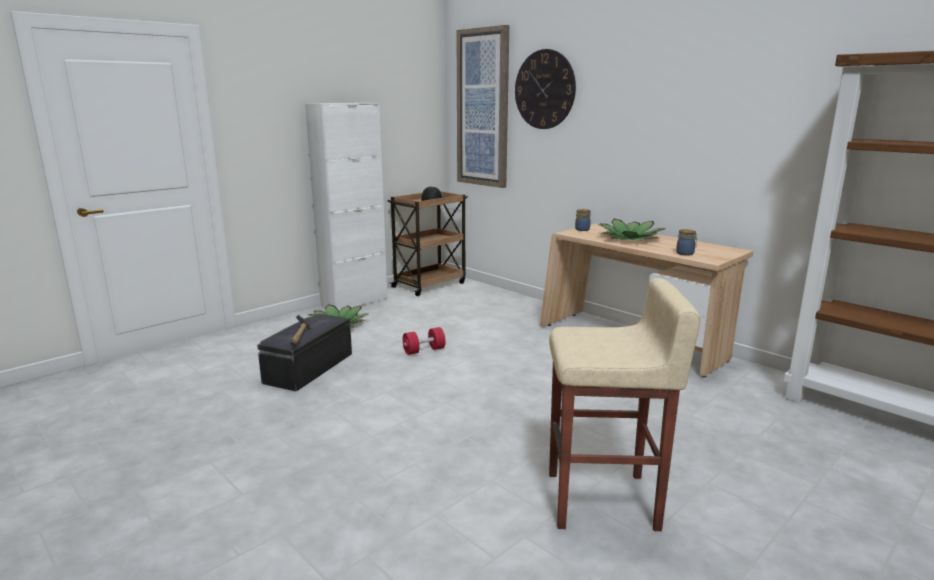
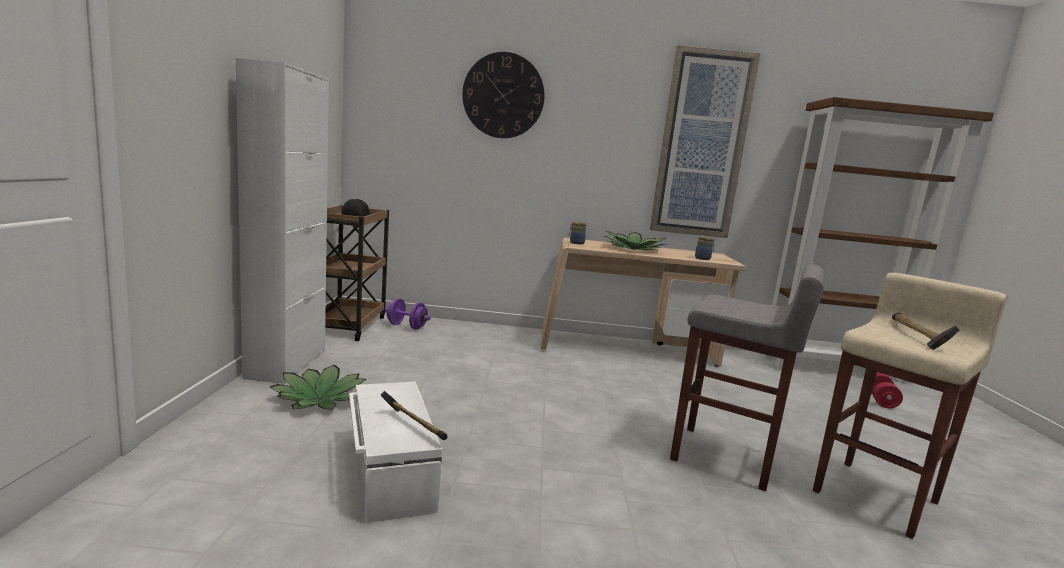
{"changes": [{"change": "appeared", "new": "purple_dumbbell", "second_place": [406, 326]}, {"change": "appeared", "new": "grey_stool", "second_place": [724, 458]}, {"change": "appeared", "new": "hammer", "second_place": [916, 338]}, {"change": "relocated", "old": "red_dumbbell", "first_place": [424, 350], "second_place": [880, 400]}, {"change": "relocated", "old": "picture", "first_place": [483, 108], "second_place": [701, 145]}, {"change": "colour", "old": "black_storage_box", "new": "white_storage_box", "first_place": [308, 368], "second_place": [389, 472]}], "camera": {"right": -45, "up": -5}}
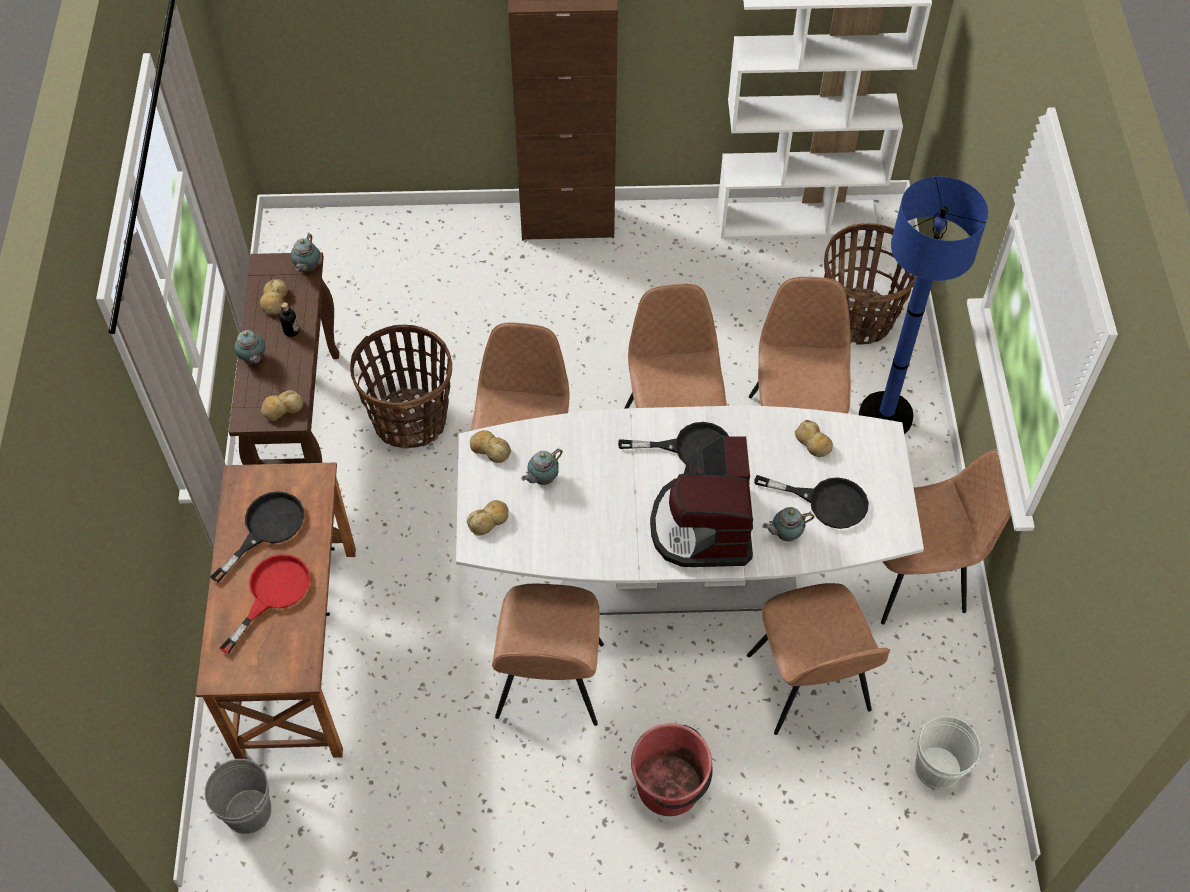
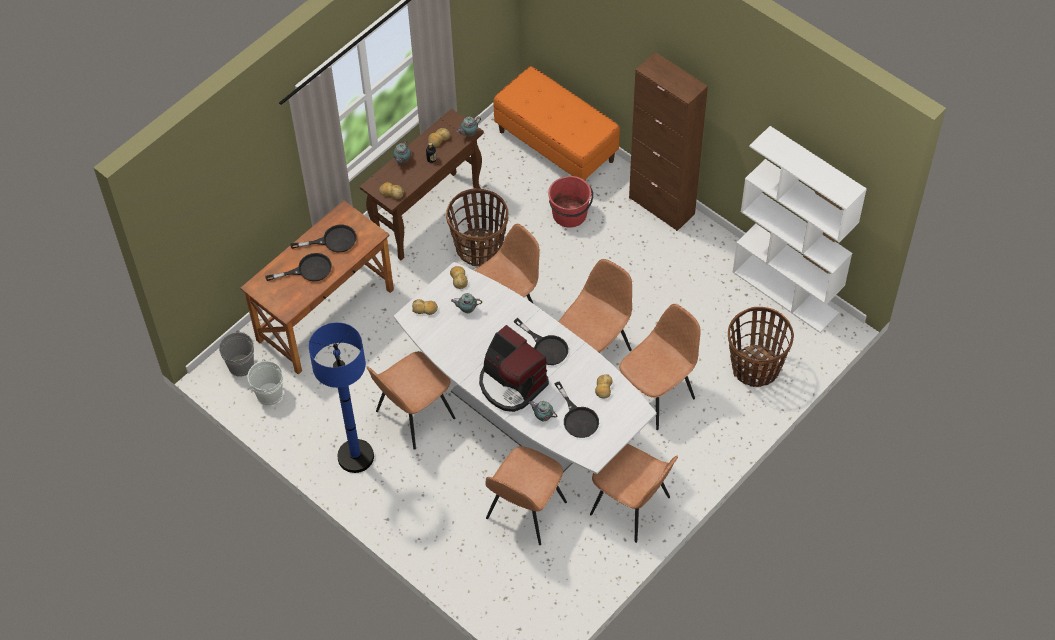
{"changes": [{"change": "appeared", "new": "orange_bench", "second_place": [556, 146]}, {"change": "relocated", "old": "red_bucket", "first_place": [670, 786], "second_place": [570, 214]}, {"change": "relocated", "old": "blue_floor_lamp", "first_place": [885, 416], "second_place": [355, 456]}, {"change": "relocated", "old": "white_bucket", "first_place": [937, 768], "second_place": [269, 394]}, {"change": "colour", "old": "red_frying_pan", "new": "black_frying_pan", "first_place": [273, 593], "second_place": [308, 270]}, {"change": "spun", "old": "coffee_machine", "first_place": [702, 526], "second_place": [511, 384], "degrees": -90}], "camera": {"right": 45, "up": 0}}
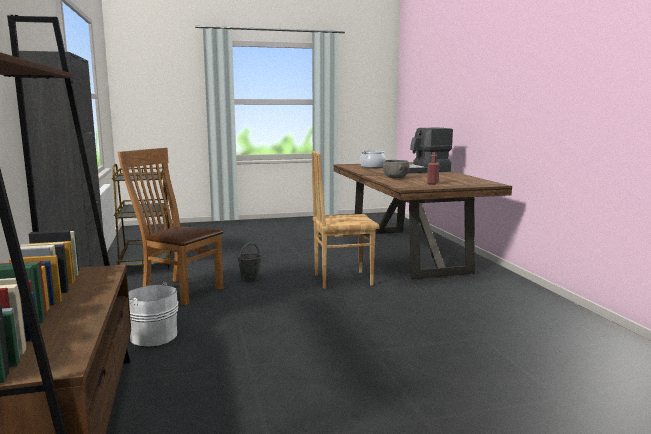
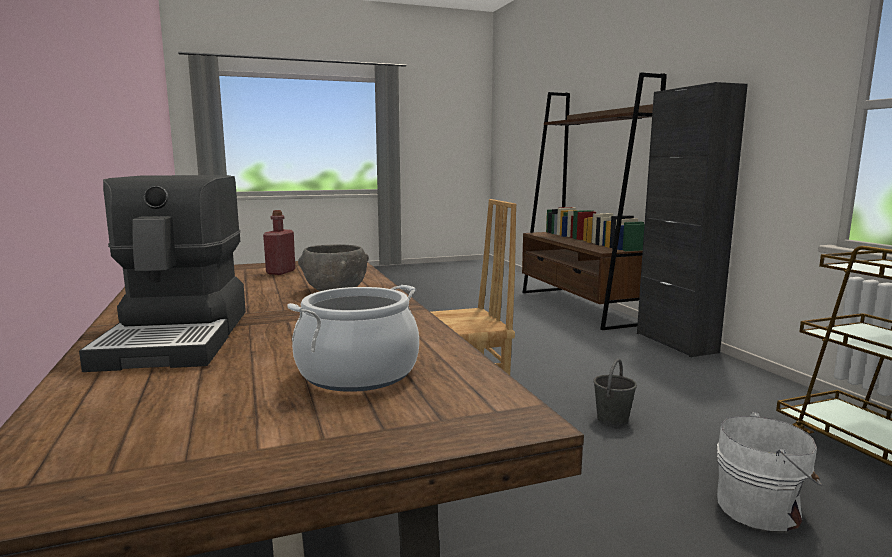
{"changes": [{"change": "missing", "old": "brown_chair", "first_place": [178, 290]}, {"change": "relocated", "old": "white_bucket", "first_place": [152, 336], "second_place": [762, 508]}, {"change": "spun", "old": "coffee_machine", "first_place": [424, 170], "second_place": [180, 337], "degrees": 105}], "camera": {"right": 175, "up": 0}}
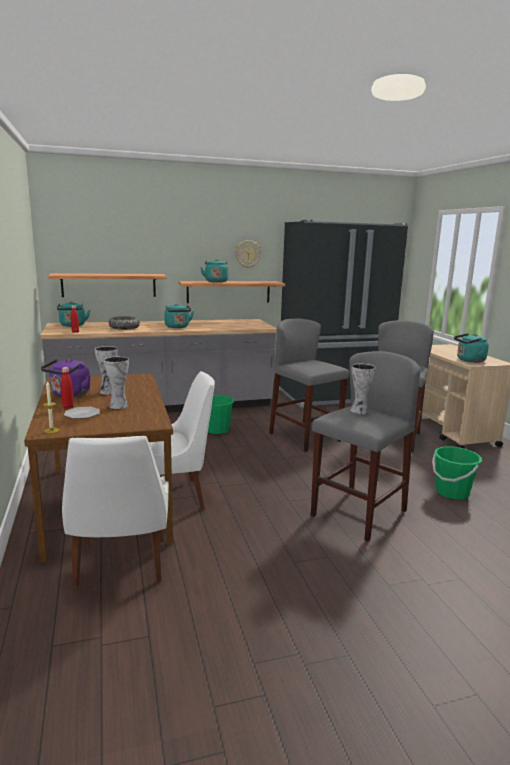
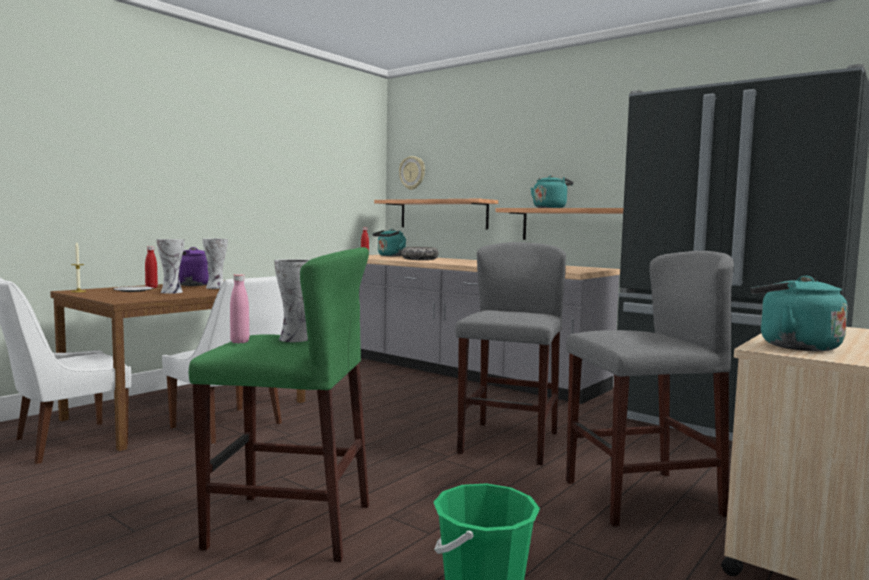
{"changes": [{"change": "missing", "old": "turquoise_kettle", "first_place": [177, 327]}, {"change": "missing", "old": "green_bucket", "first_place": [217, 429]}, {"change": "appeared", "new": "pink_bottle", "second_place": [239, 342]}, {"change": "relocated", "old": "wall_clock", "first_place": [247, 254], "second_place": [412, 173]}, {"change": "colour", "old": "grey_stool", "new": "green_stool", "first_place": [358, 513], "second_place": [289, 526]}], "camera": {"right": 55, "up": -10}}
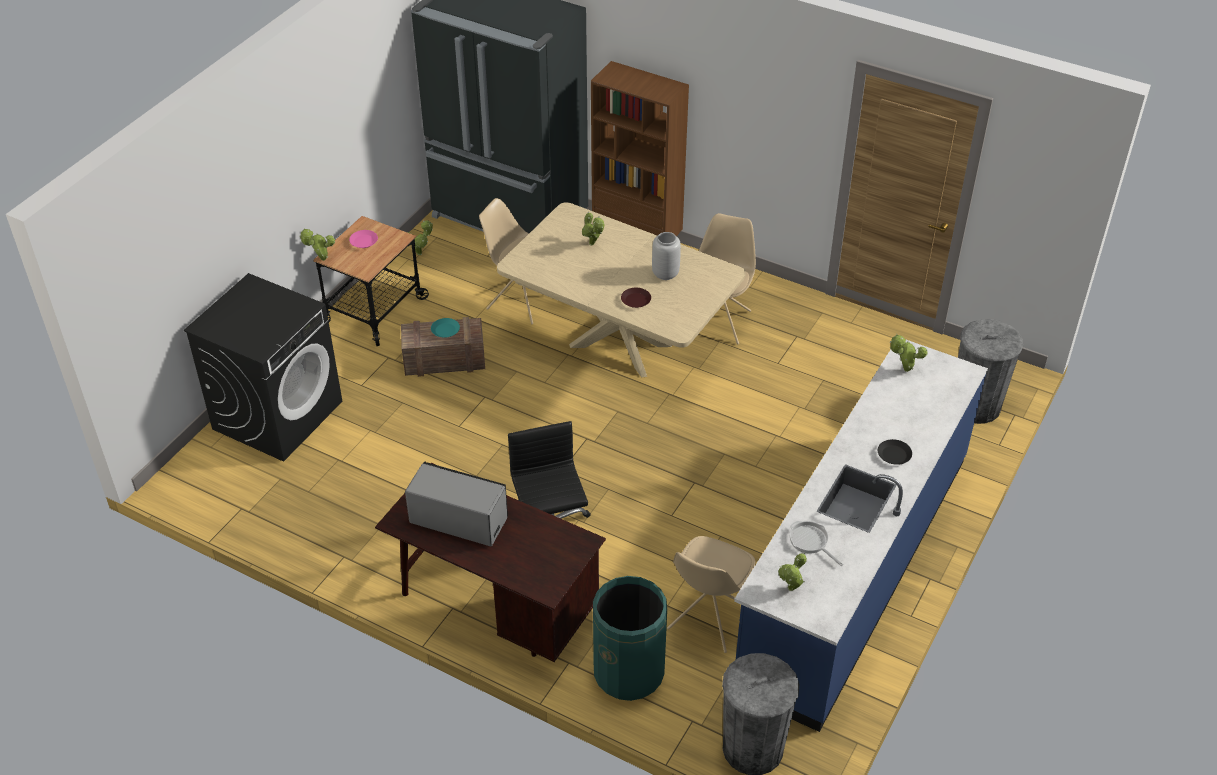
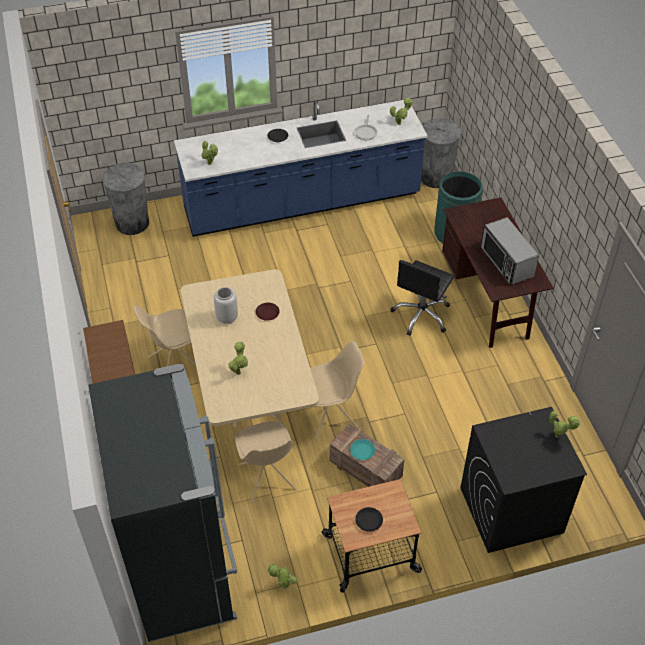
{"changes": [{"change": "relocated", "old": "potted_plant", "first_place": [321, 259], "second_place": [559, 436]}, {"change": "relocated", "old": "beige_chair", "first_place": [708, 619], "second_place": [331, 416]}, {"change": "colour", "old": "pink_plate", "new": "black_plate", "first_place": [363, 241], "second_place": [369, 521]}], "camera": {"right": -135, "up": 5}}
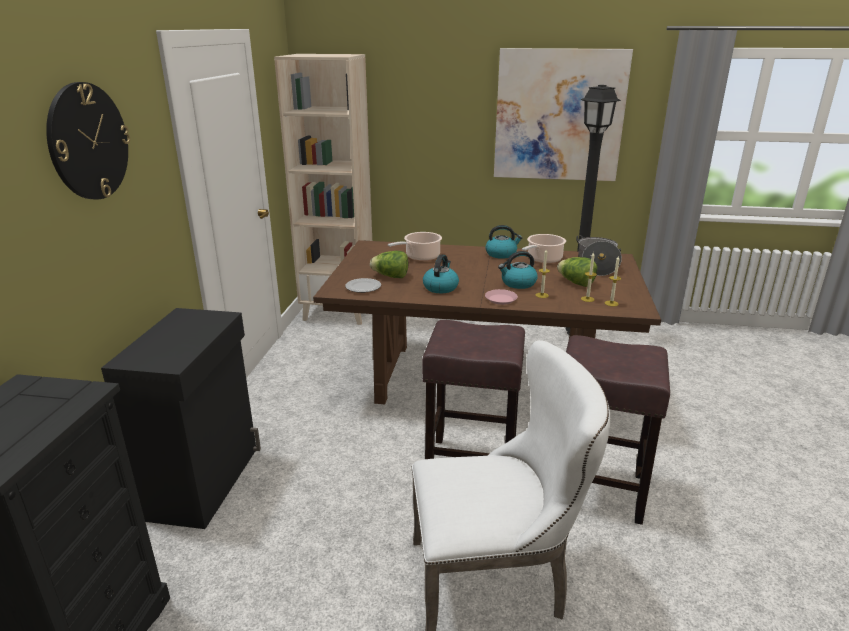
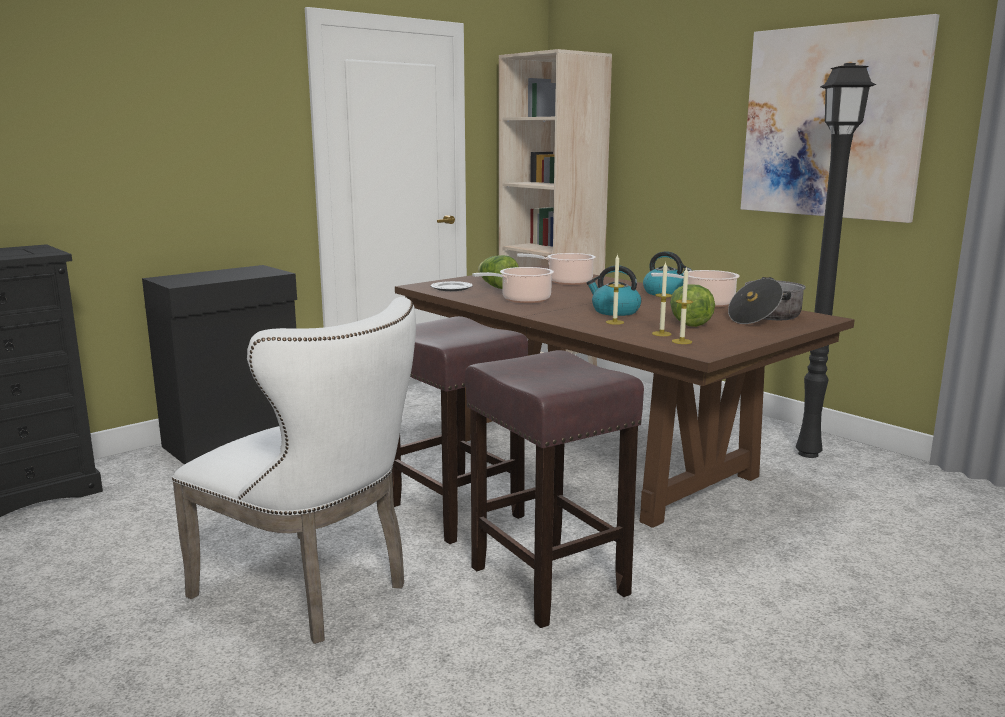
{"changes": [{"change": "missing", "old": "wall_clock", "first_place": [88, 142]}, {"change": "missing", "old": "pink_plate", "first_place": [501, 299]}, {"change": "exchanged", "old": "kettle", "new": "cooking_pot", "first_place": [440, 287], "second_place": [523, 300]}], "camera": {"right": 40, "up": -10}}
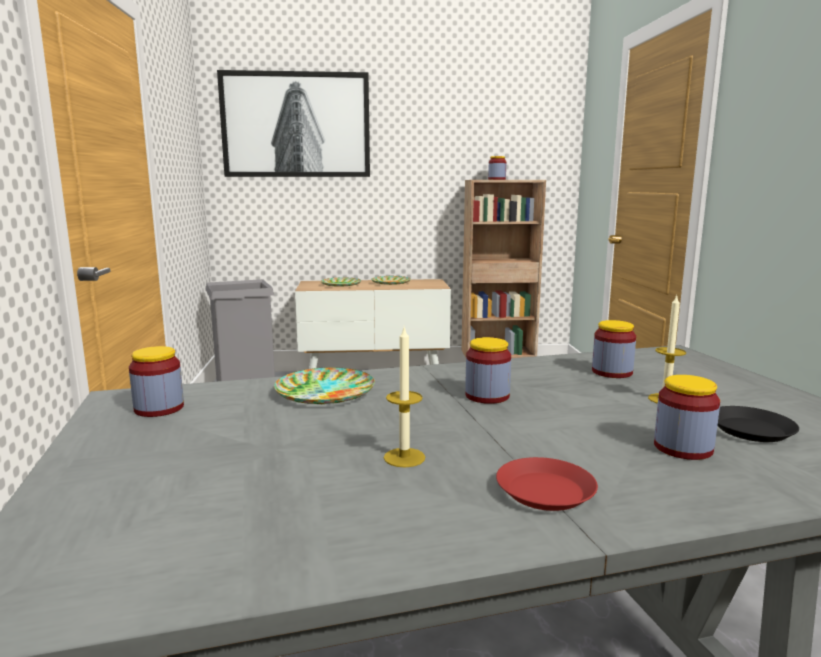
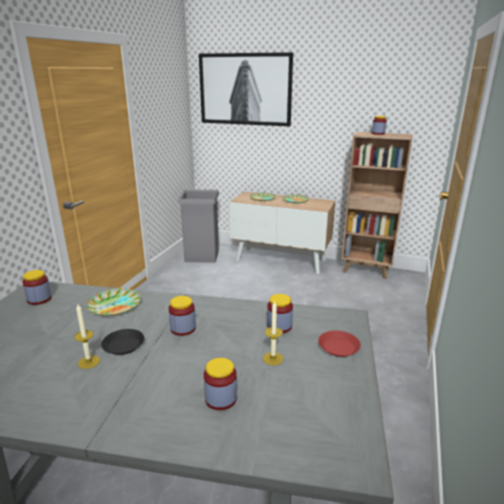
{"changes": [{"change": "relocated", "old": "red_plate", "first_place": [544, 491], "second_place": [338, 346]}, {"change": "relocated", "old": "black_plate", "first_place": [751, 430], "second_place": [123, 345]}], "camera": {"right": 25, "up": 10}}
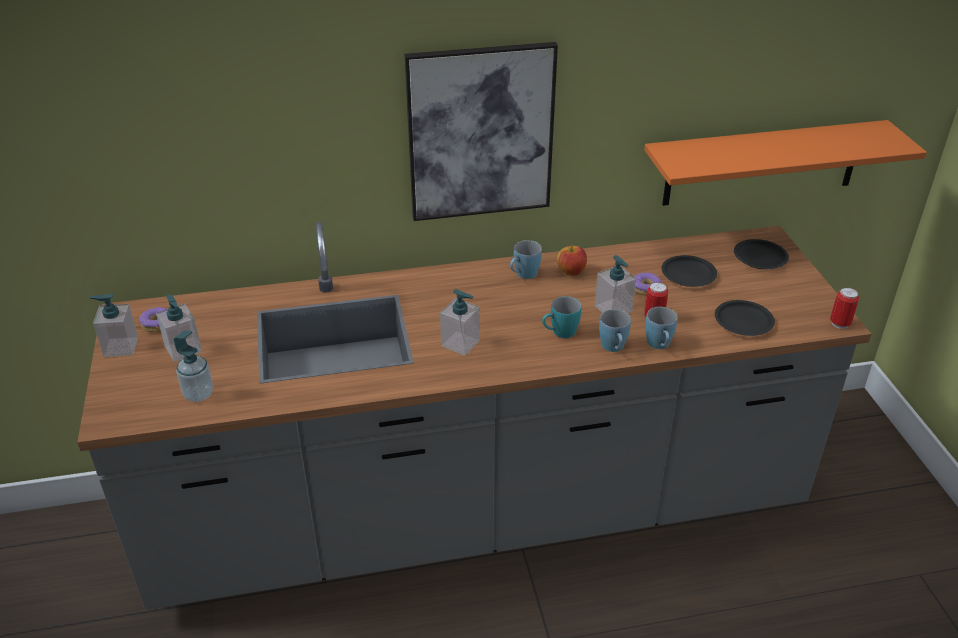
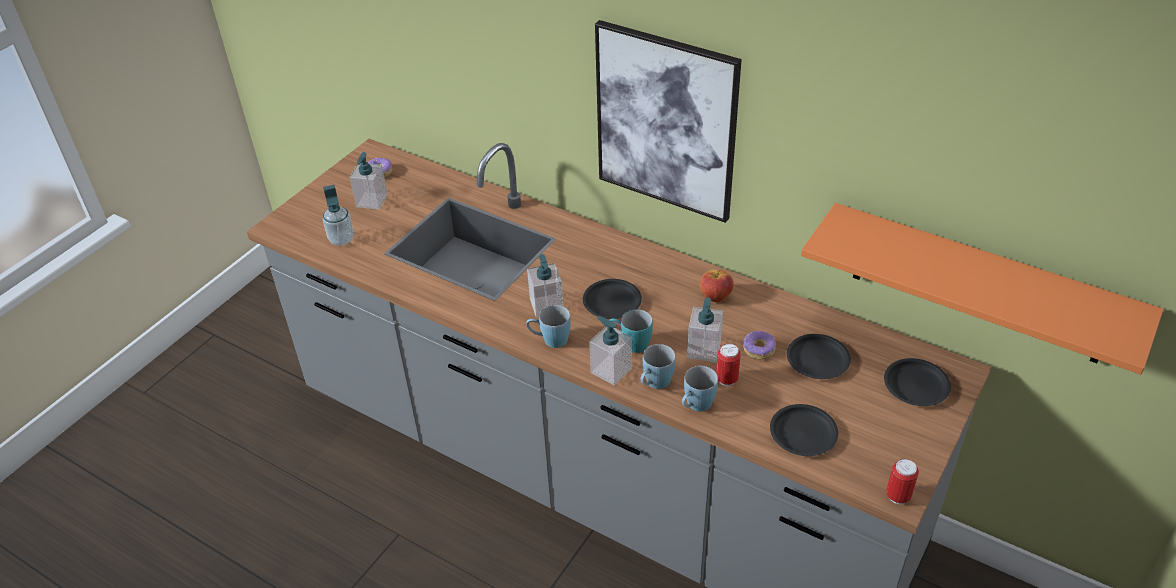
{"changes": [{"change": "appeared", "new": "black_plate", "second_place": [612, 302]}, {"change": "relocated", "old": "soap_dispenser", "first_place": [120, 347], "second_place": [611, 370]}, {"change": "relocated", "old": "blue_mug", "first_place": [523, 275], "second_place": [549, 340]}], "camera": {"right": 45, "up": 5}}
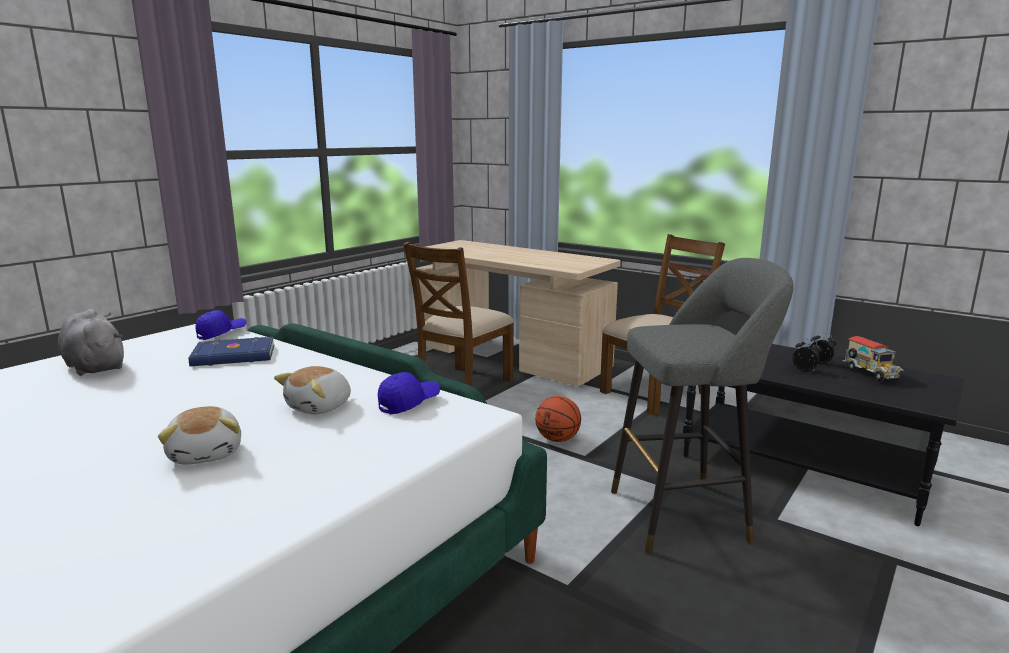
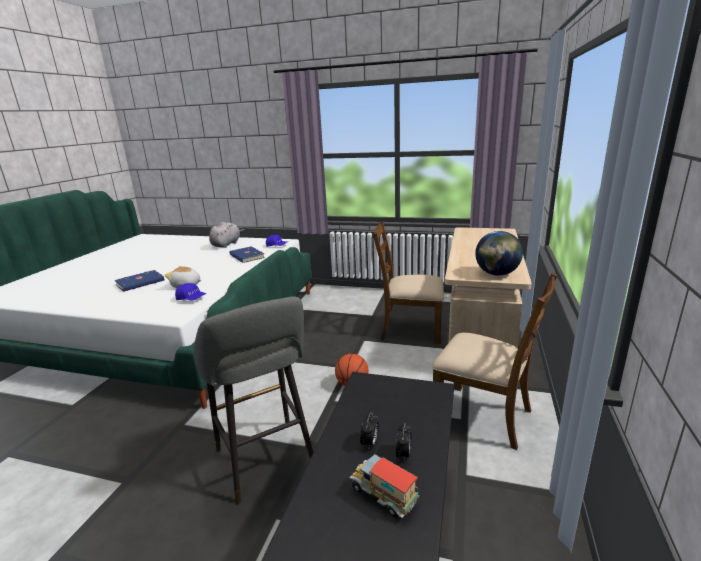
{"changes": [{"change": "appeared", "new": "globe", "second_place": [496, 274]}, {"change": "exchanged", "old": "plush_toy", "new": "blue_book", "first_place": [207, 453], "second_place": [140, 283]}, {"change": "spun", "old": "toy_truck", "first_place": [870, 374], "second_place": [384, 496], "degrees": 75}], "camera": {"right": 70, "up": 5}}
